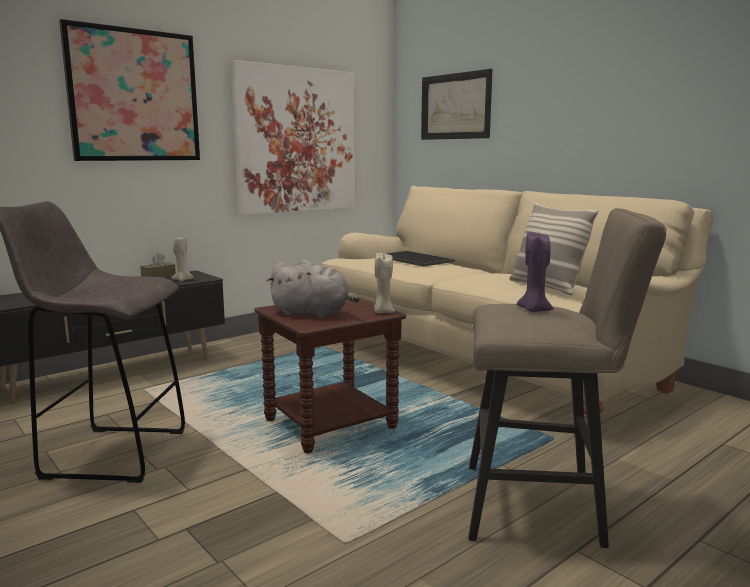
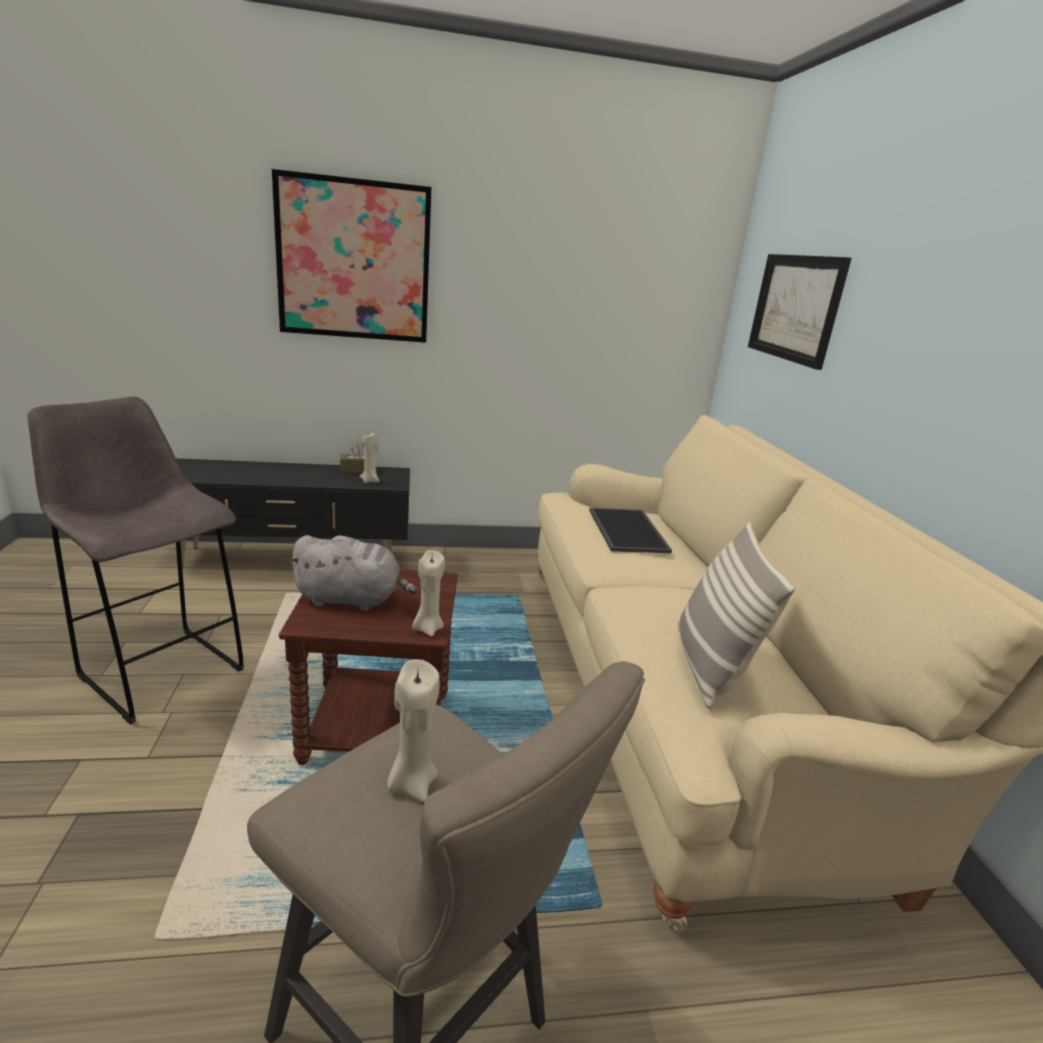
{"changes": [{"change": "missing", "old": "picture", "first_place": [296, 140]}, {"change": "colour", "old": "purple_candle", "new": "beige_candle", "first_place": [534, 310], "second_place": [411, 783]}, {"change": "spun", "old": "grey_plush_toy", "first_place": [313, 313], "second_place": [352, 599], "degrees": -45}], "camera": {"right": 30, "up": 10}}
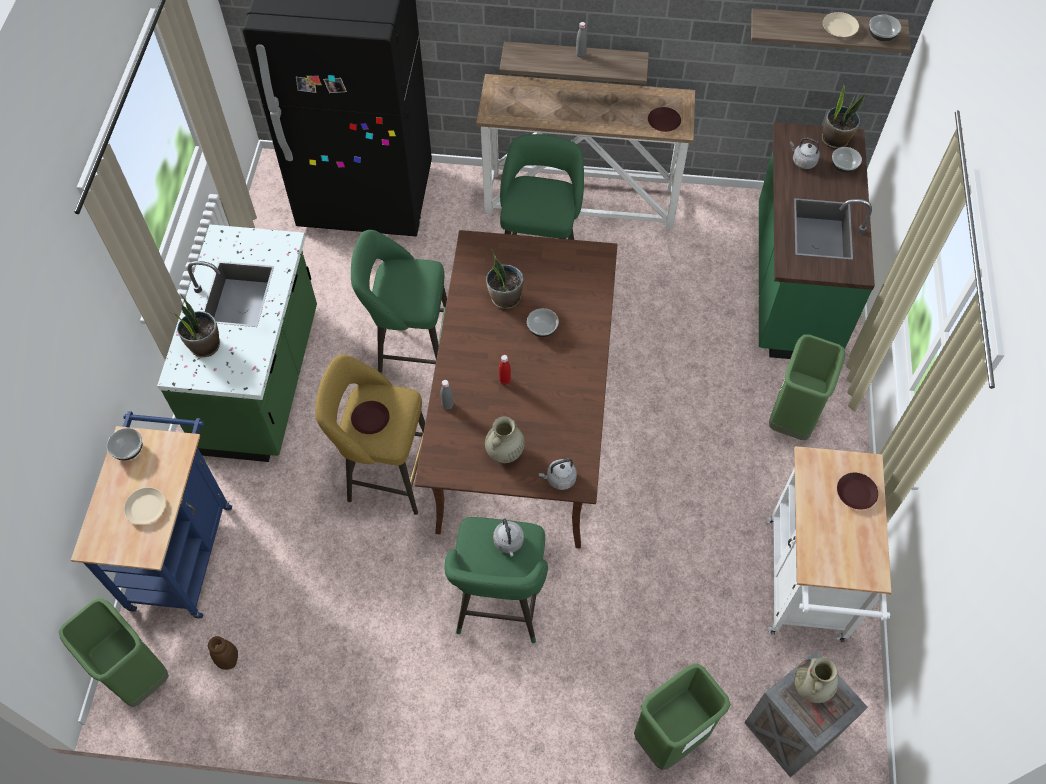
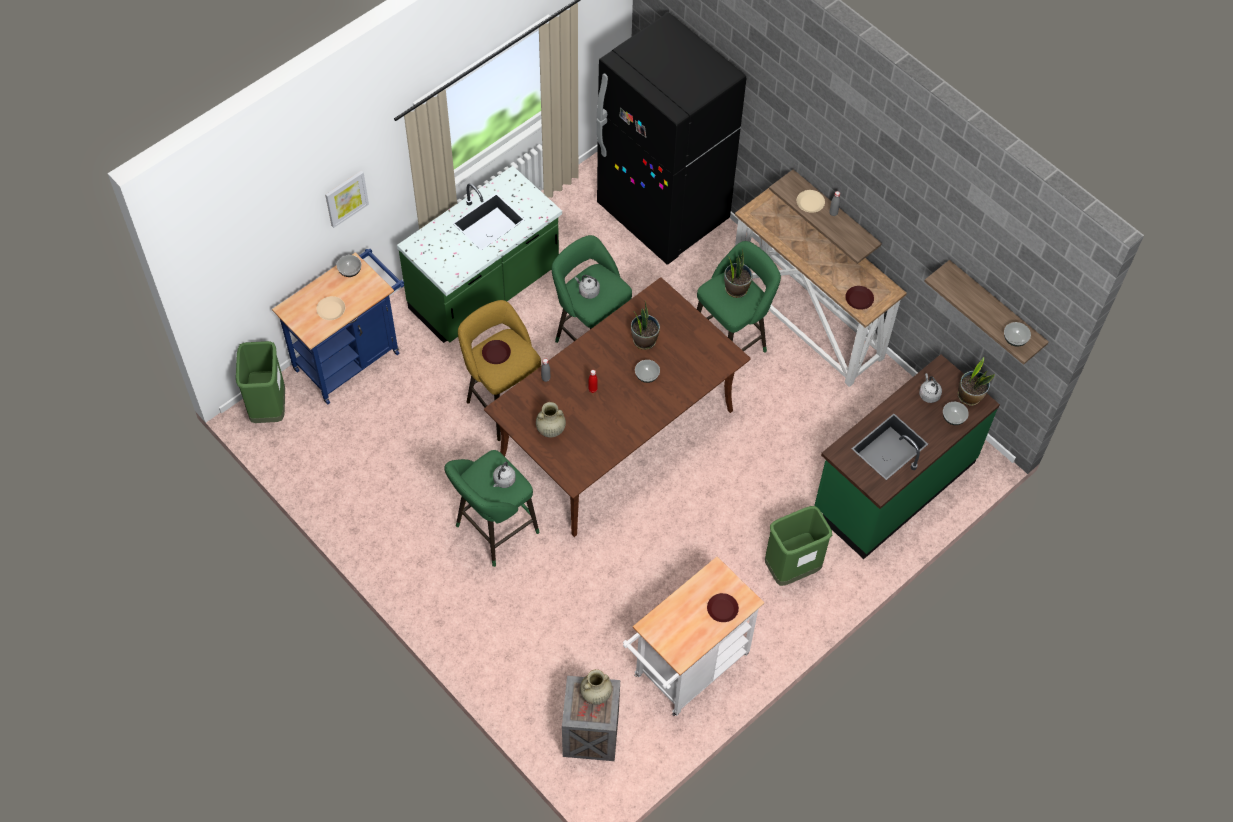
{"changes": [{"change": "missing", "old": "brown_vase", "first_place": [229, 662]}, {"change": "missing", "old": "green_trash_can", "first_place": [670, 737]}, {"change": "appeared", "new": "picture", "second_place": [346, 198]}, {"change": "relocated", "old": "potted_plant", "first_place": [204, 345], "second_place": [736, 288]}, {"change": "relocated", "old": "grey_kettle", "first_place": [559, 479], "second_place": [588, 291]}, {"change": "relocated", "old": "beige_plate", "first_place": [839, 28], "second_place": [810, 203]}], "camera": {"right": 40, "up": 0}}
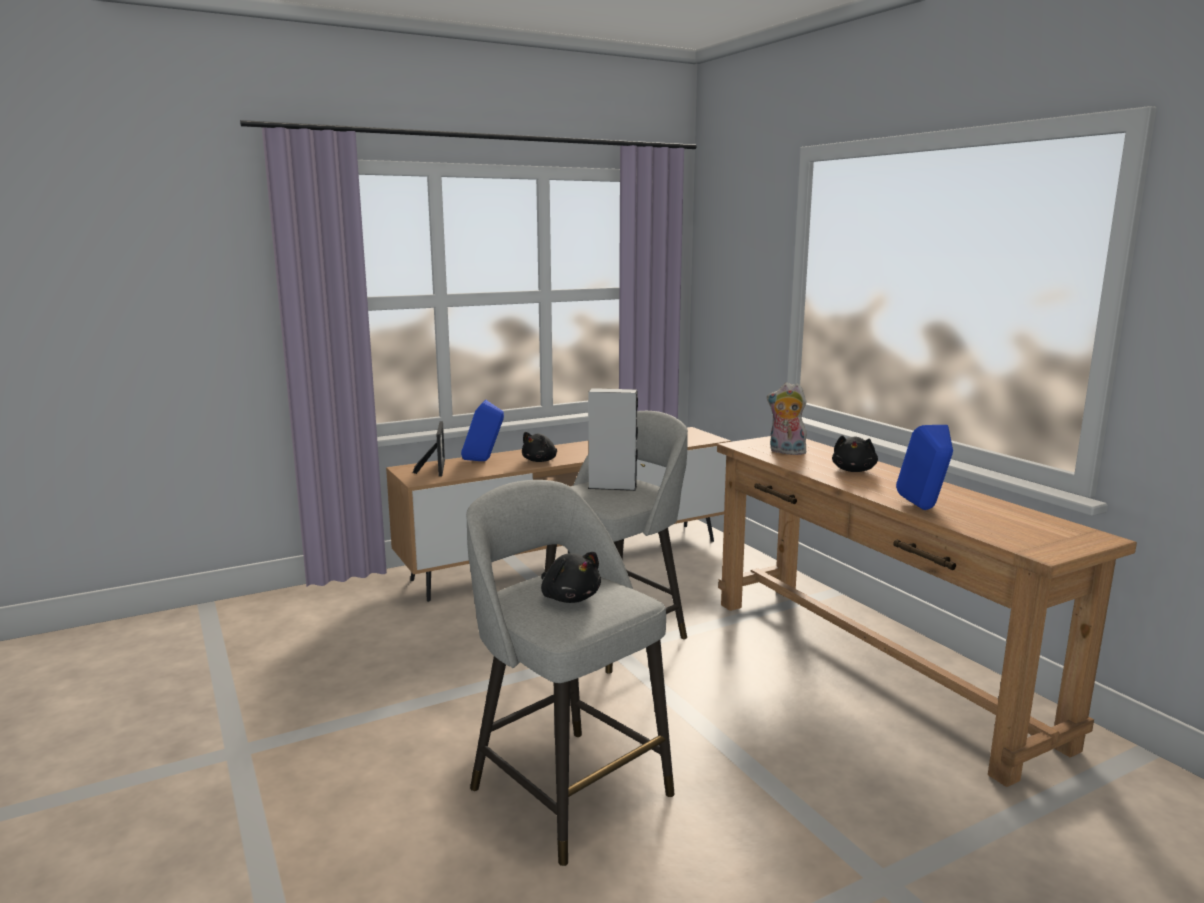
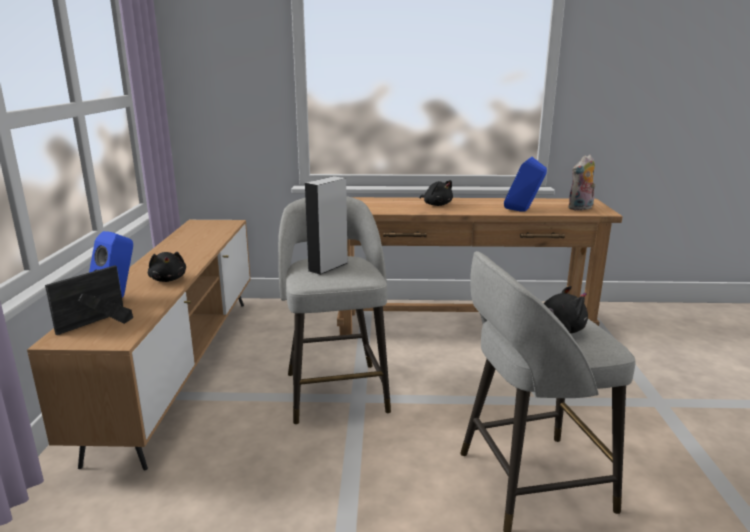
{"changes": [{"change": "relocated", "old": "plush_toy", "first_place": [785, 452], "second_place": [580, 208]}, {"change": "spun", "old": "picture_frame", "first_place": [436, 468], "second_place": [93, 325], "degrees": -75}], "camera": {"right": -60, "up": 5}}
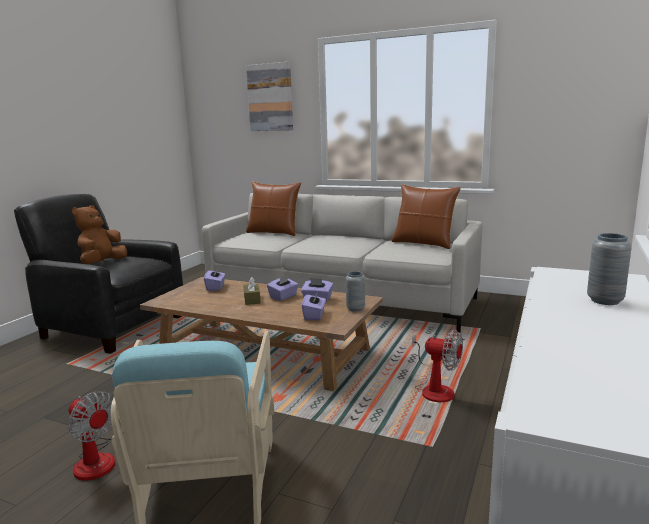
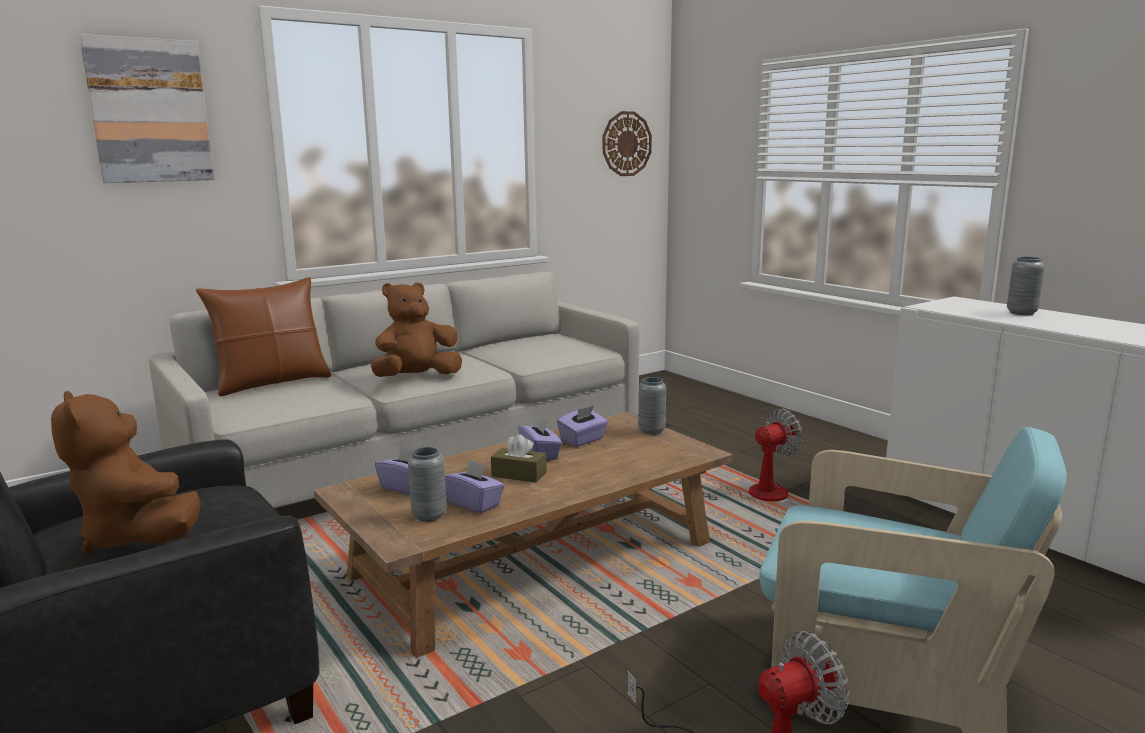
{"changes": [{"change": "missing", "old": "brown_pillow", "first_place": [423, 243]}, {"change": "appeared", "new": "brown_plush_toy", "second_place": [416, 378]}, {"change": "appeared", "new": "grey_vase", "second_place": [429, 516]}, {"change": "appeared", "new": "wall_clock", "second_place": [626, 144]}, {"change": "relocated", "old": "purple_tissue_box", "first_place": [314, 315], "second_place": [474, 504]}], "camera": {"right": -60, "up": 0}}
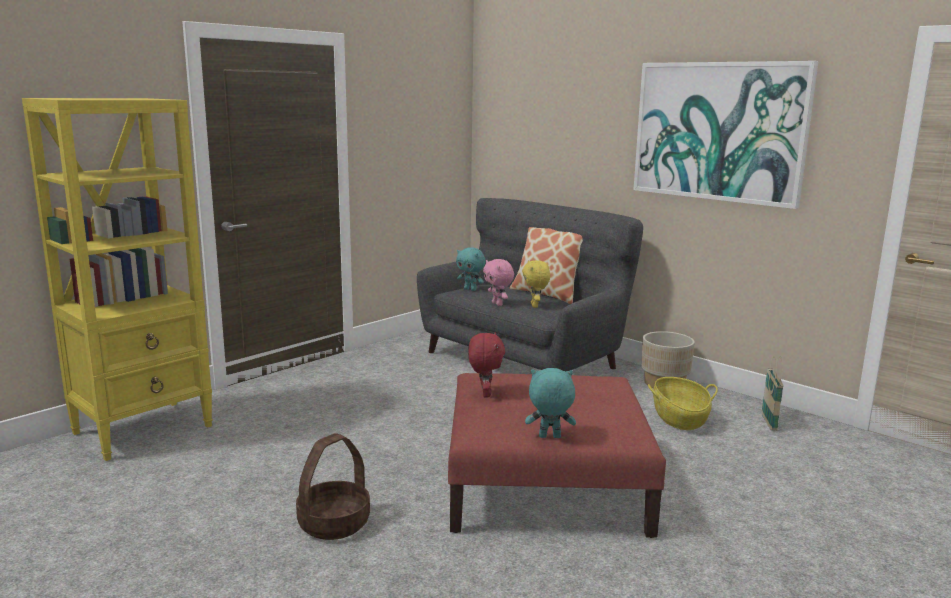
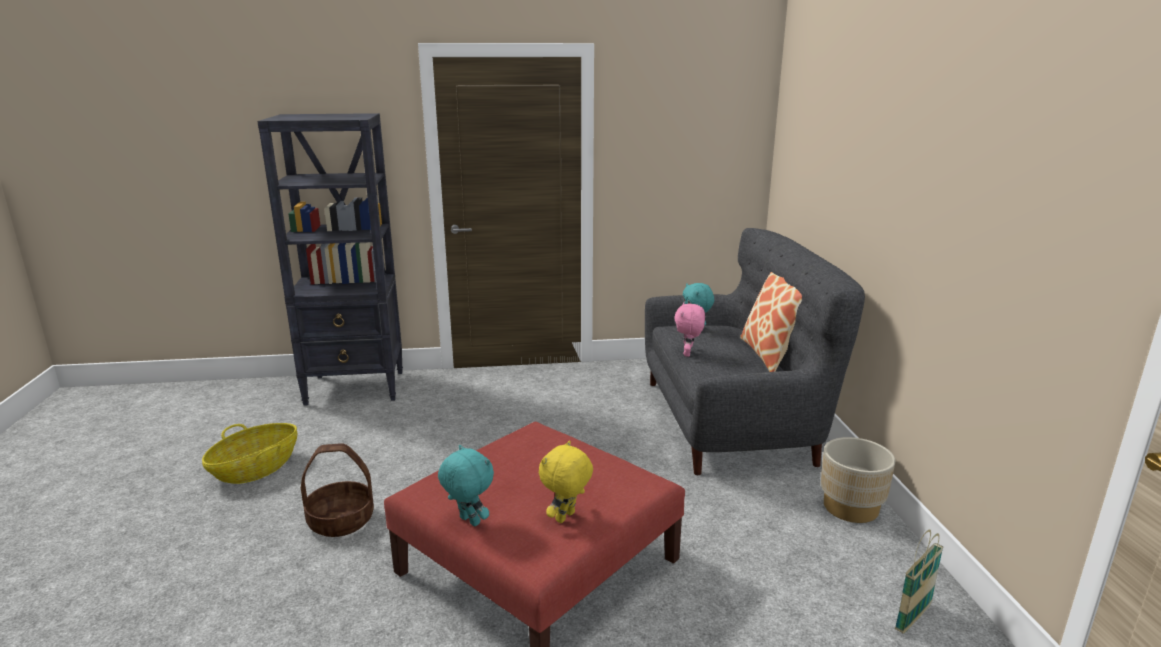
{"changes": [{"change": "missing", "old": "red_plush_toy", "first_place": [484, 394]}, {"change": "missing", "old": "picture", "first_place": [719, 131]}, {"change": "relocated", "old": "yellow_plush_toy", "first_place": [535, 306], "second_place": [566, 518]}, {"change": "relocated", "old": "basket", "first_place": [679, 418], "second_place": [256, 469]}, {"change": "colour", "old": "yellow_bookcase", "new": "black_bookcase", "first_place": [144, 429], "second_place": [356, 388]}], "camera": {"right": 40, "up": 5}}
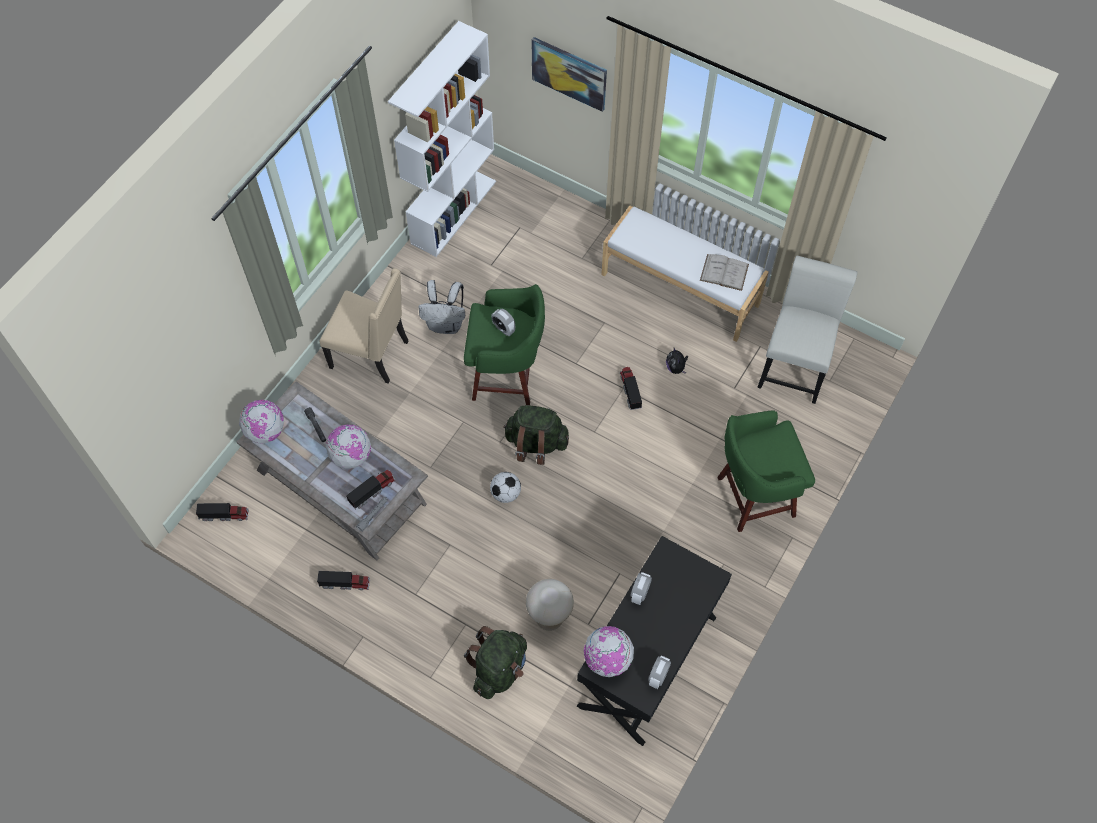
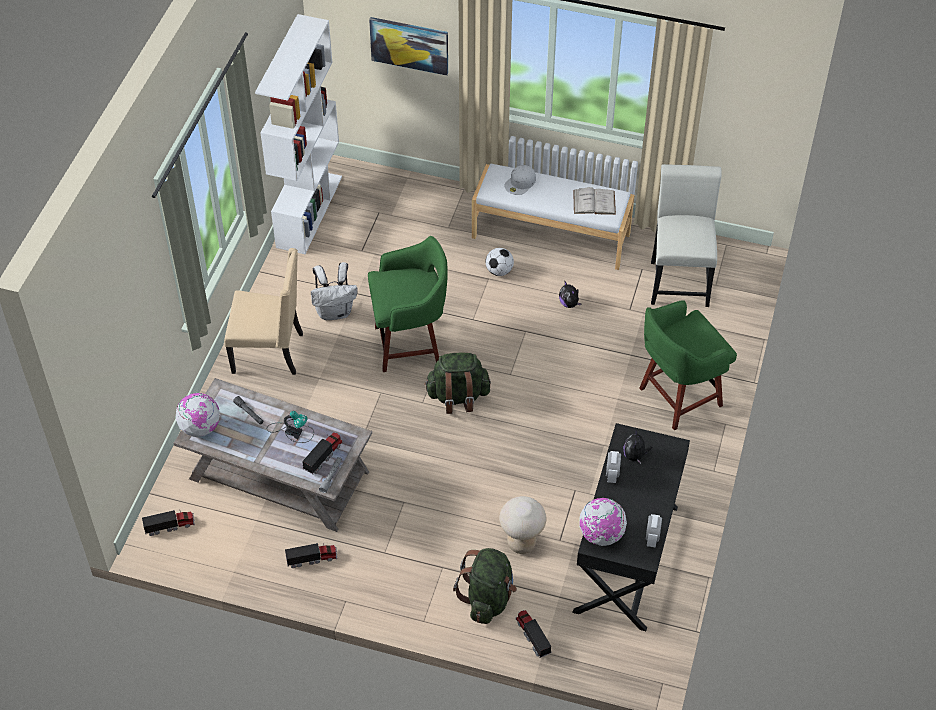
{"changes": [{"change": "missing", "old": "alarm_clock", "first_place": [503, 329]}, {"change": "appeared", "new": "white_cap", "second_place": [520, 183]}, {"change": "appeared", "new": "plush_toy", "second_place": [635, 456]}, {"change": "relocated", "old": "football", "first_place": [505, 493], "second_place": [499, 271]}, {"change": "relocated", "old": "toy_truck", "first_place": [630, 390], "second_place": [532, 636]}, {"change": "exchanged", "old": "globe", "new": "table_lamp", "first_place": [351, 456], "second_place": [292, 431]}], "camera": {"right": -15, "up": -10}}
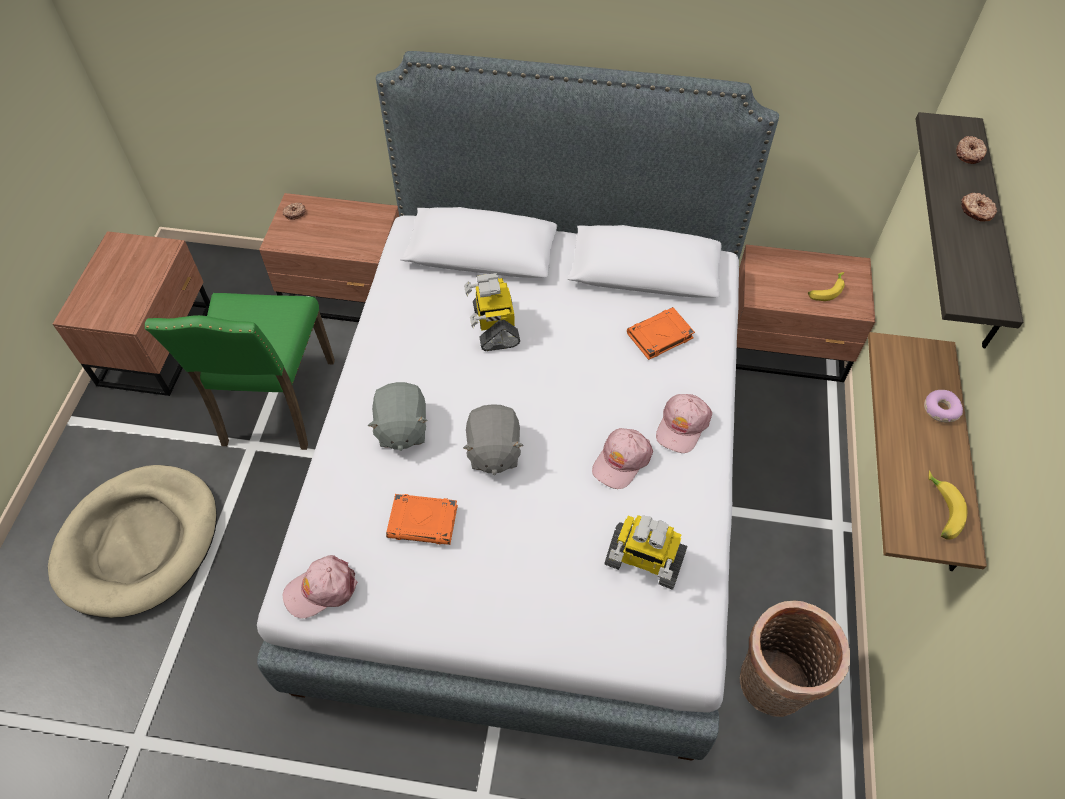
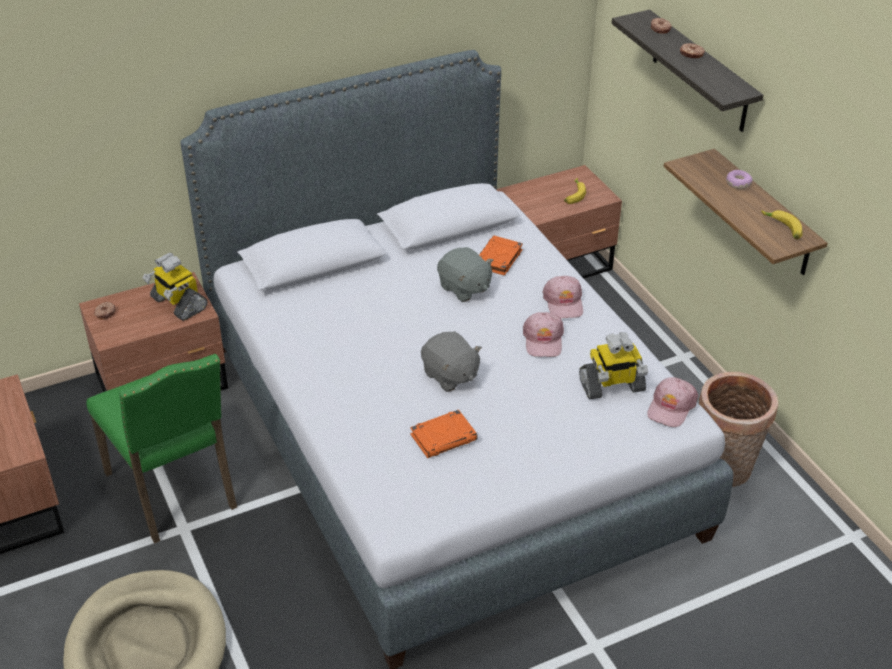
{"changes": [{"change": "relocated", "old": "pink_cap", "first_place": [321, 589], "second_place": [671, 407]}, {"change": "relocated", "old": "grey_plush_toy", "first_place": [401, 429], "second_place": [464, 288]}, {"change": "relocated", "old": "toy_robot", "first_place": [494, 326], "second_place": [178, 303]}], "camera": {"right": -35, "up": -15}}
